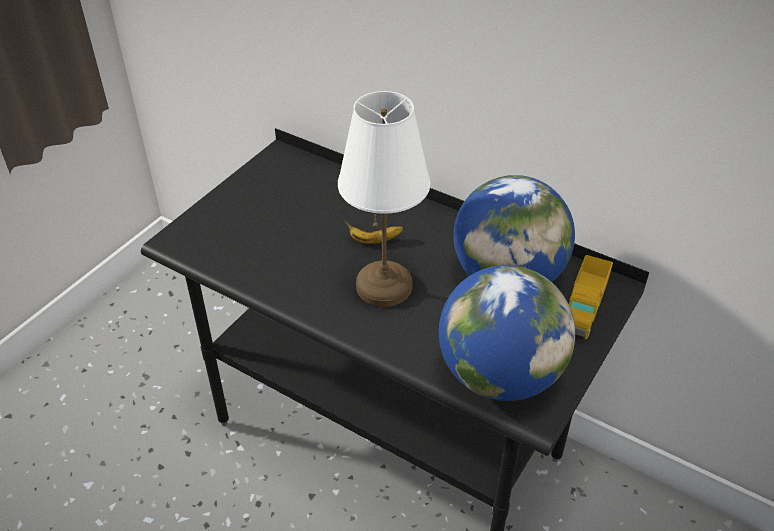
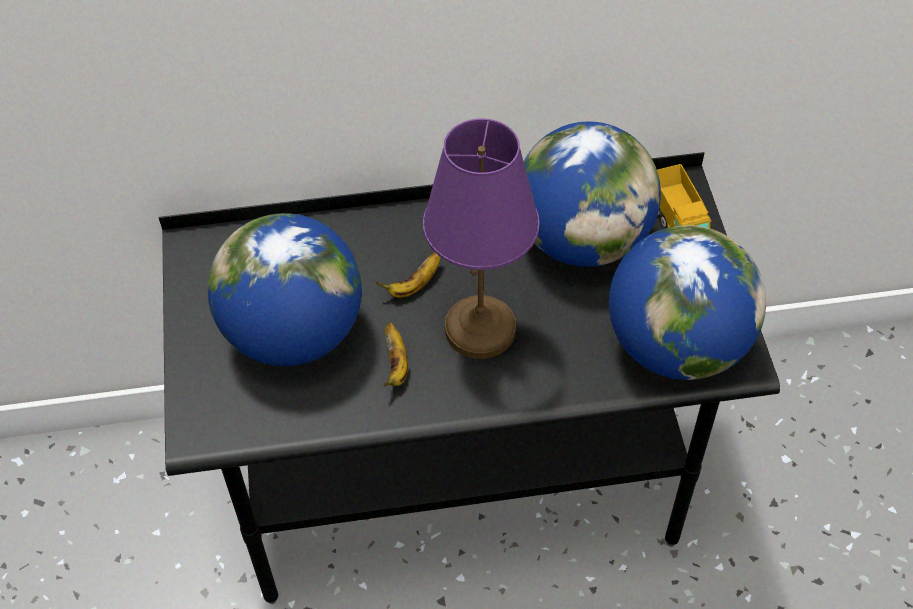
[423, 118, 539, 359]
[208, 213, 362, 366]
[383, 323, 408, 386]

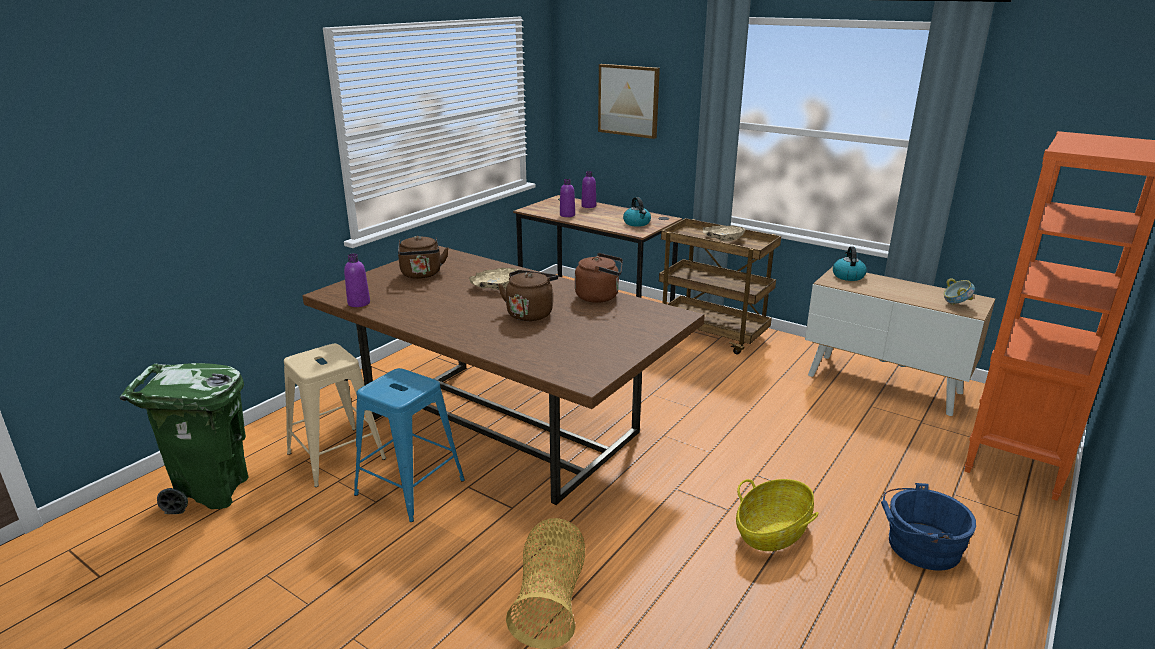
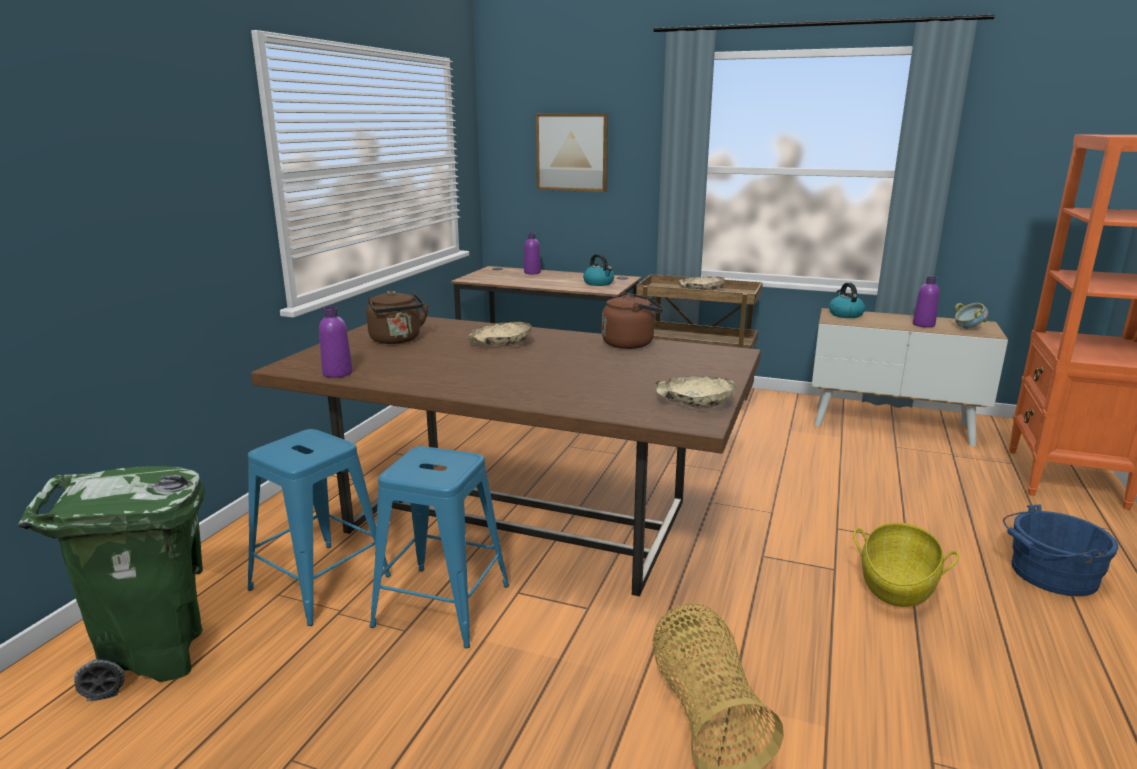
[247, 429, 391, 626]
[498, 270, 558, 321] (first image)
[913, 277, 940, 328]
[655, 376, 736, 409]

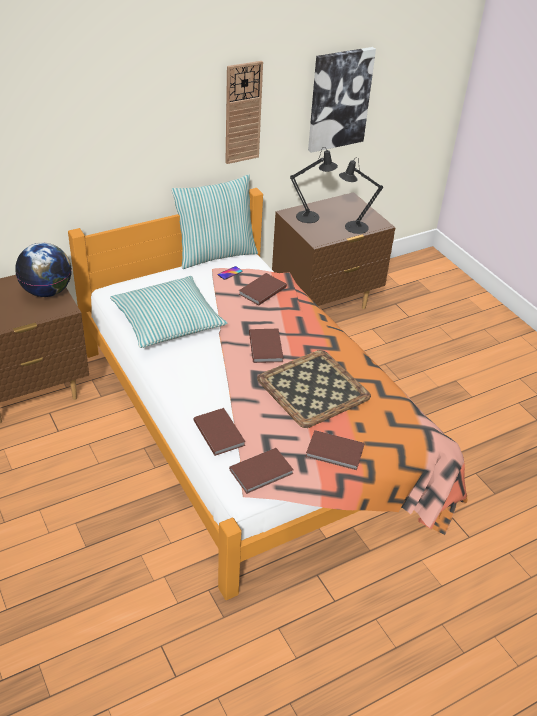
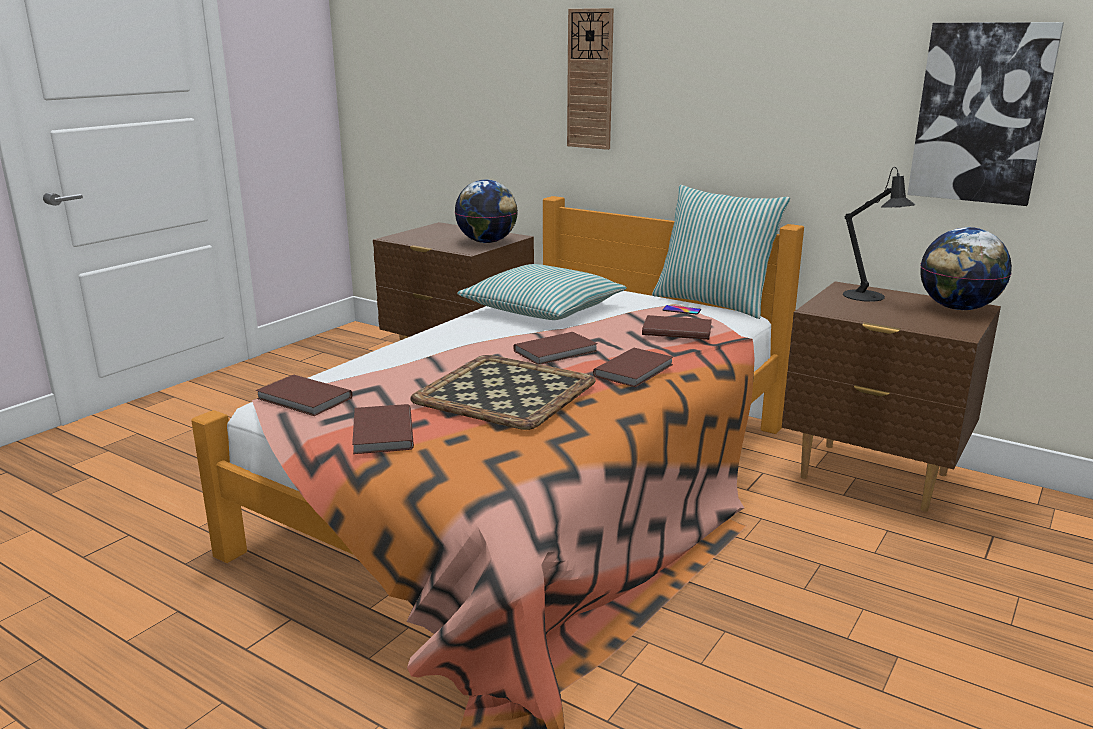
[593, 348, 673, 387]
[567, 8, 614, 150]
[339, 157, 383, 234] (first image)
[920, 227, 1012, 310]

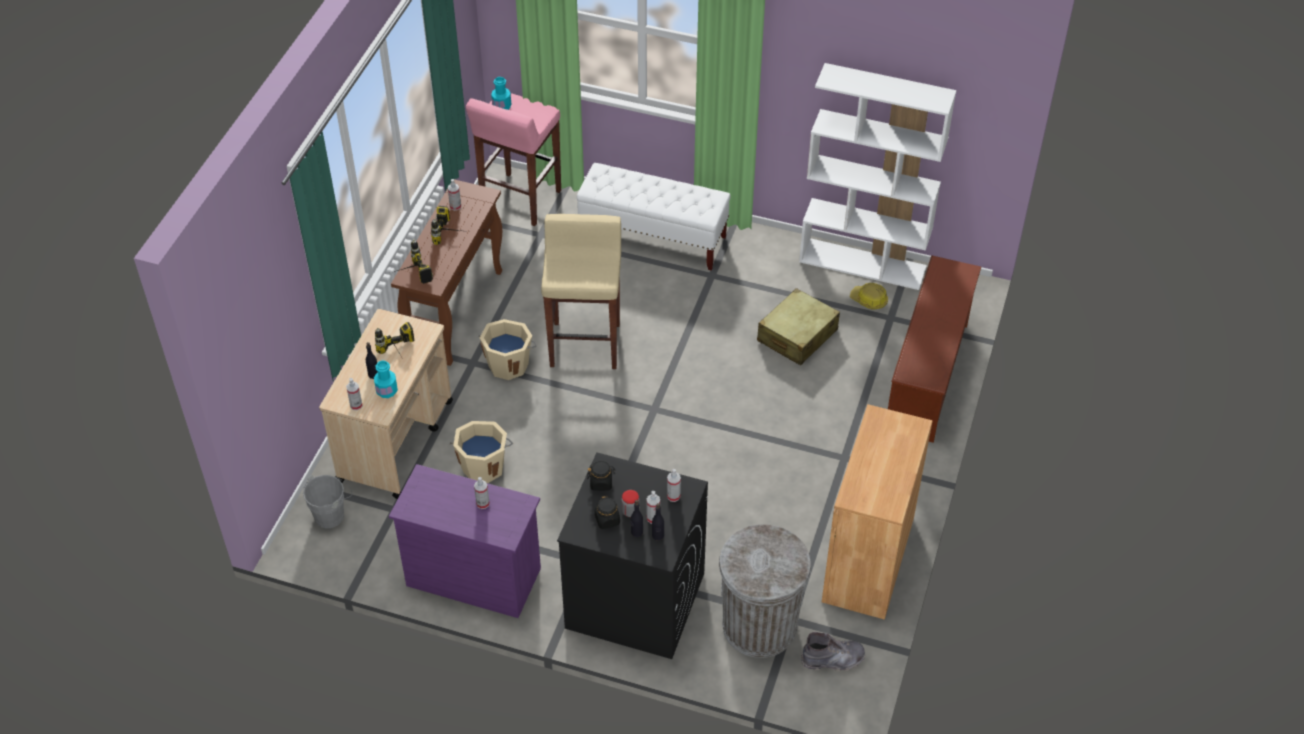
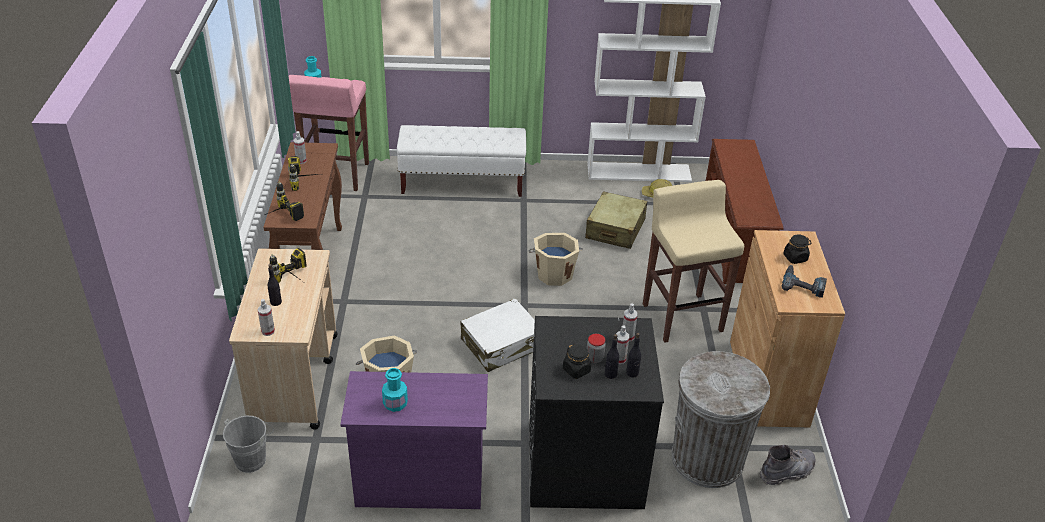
[382, 368, 408, 412]
[474, 477, 490, 509] (first image)
[529, 233, 583, 286]
[643, 180, 744, 343]
[783, 234, 812, 264]
[461, 298, 535, 372]
[782, 265, 827, 298]

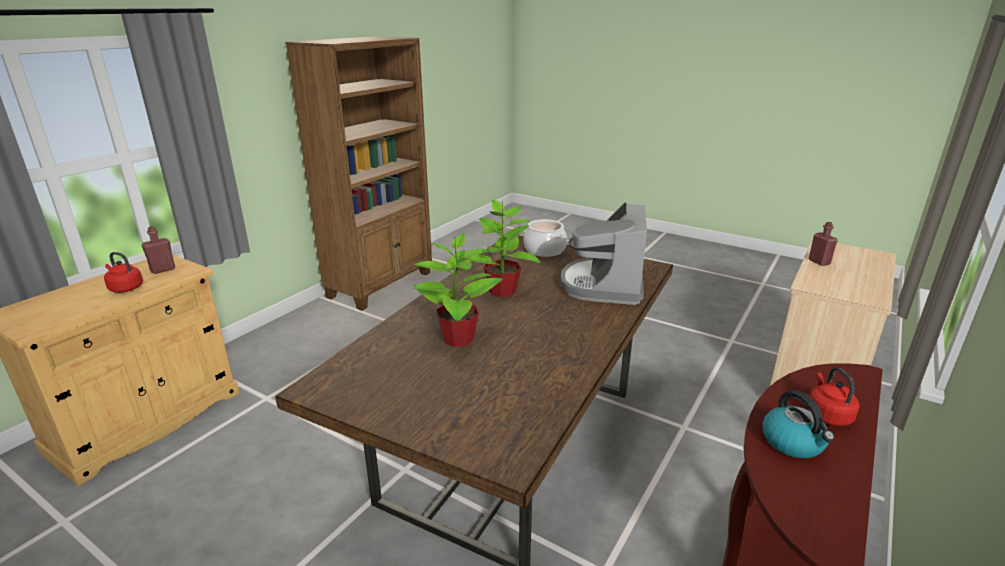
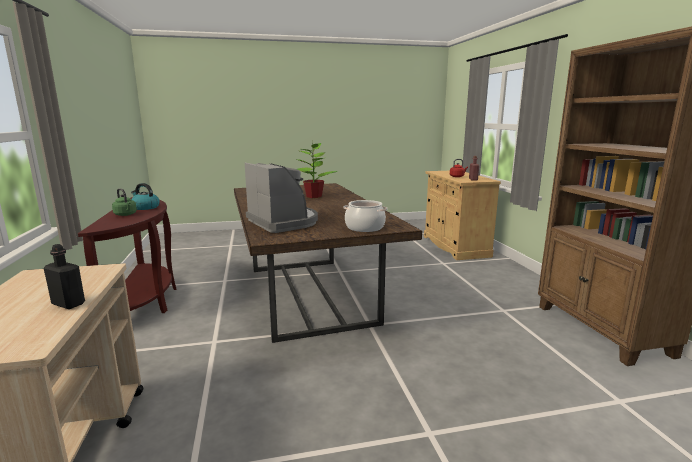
[470, 200, 541, 297] (first image)
[44, 244, 85, 309]
[112, 188, 137, 216]

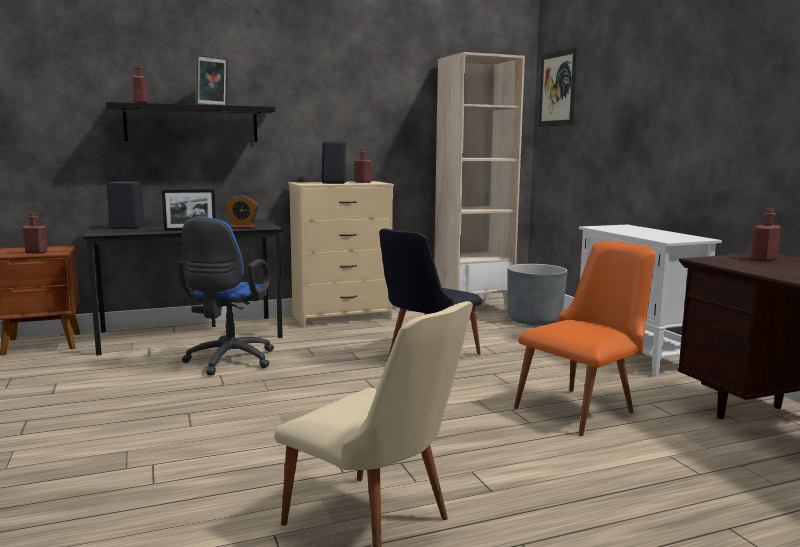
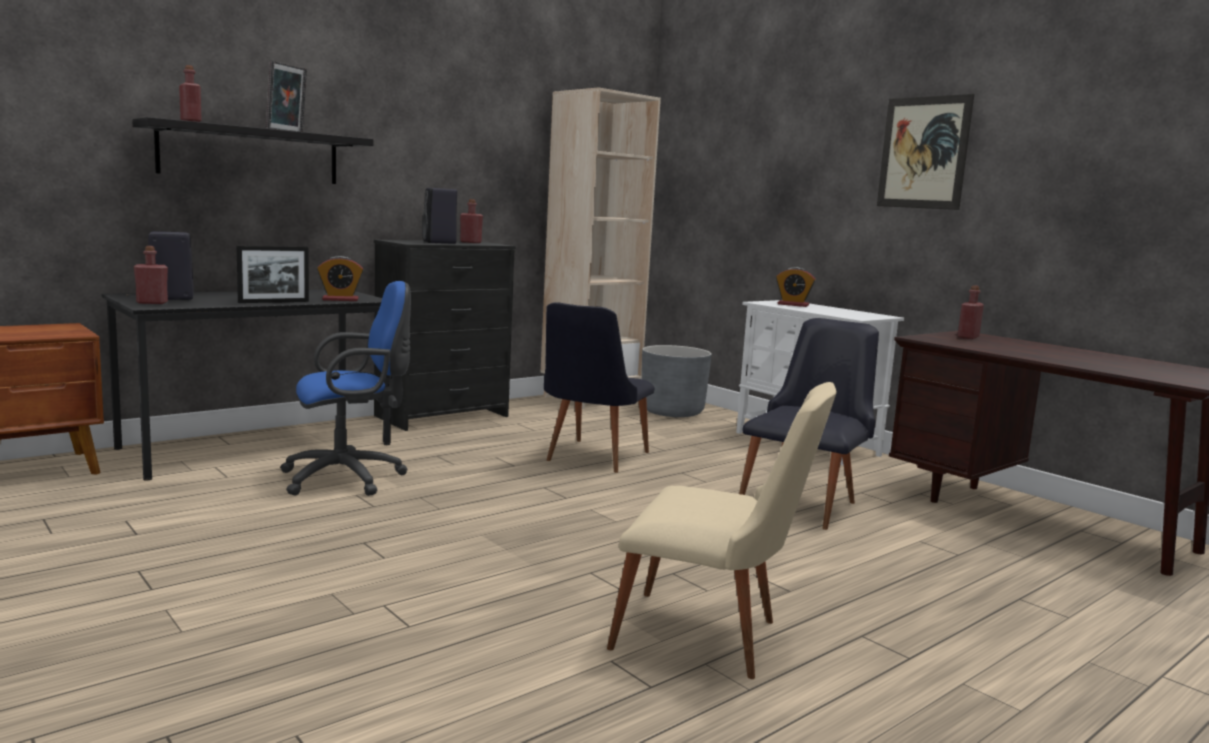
[134, 246, 168, 304]
[280, 281, 411, 496]
[374, 240, 516, 431]
[739, 318, 879, 530]
[877, 94, 974, 210]
[776, 267, 816, 307]

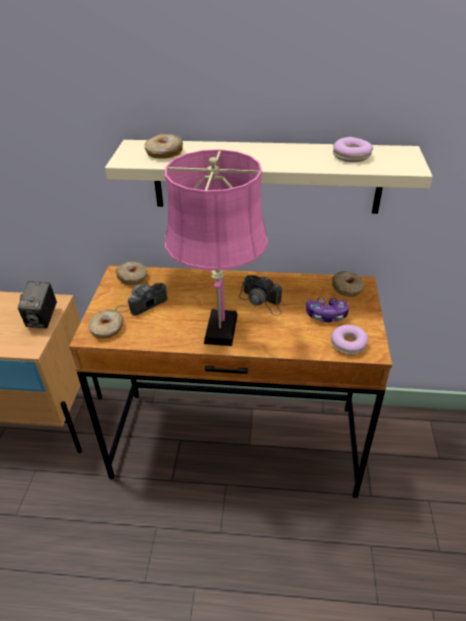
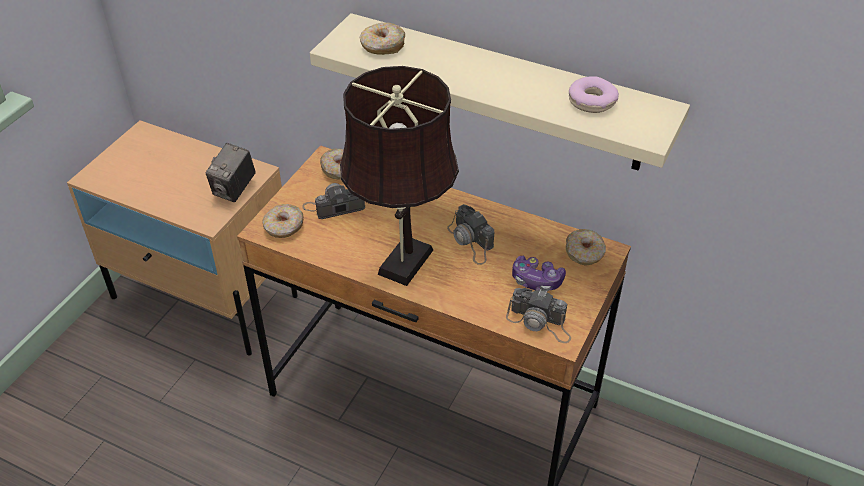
[340, 66, 459, 286]
[506, 288, 571, 343]

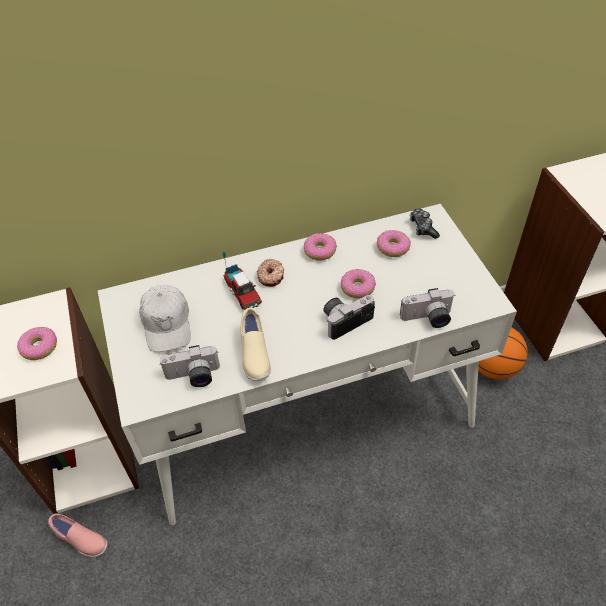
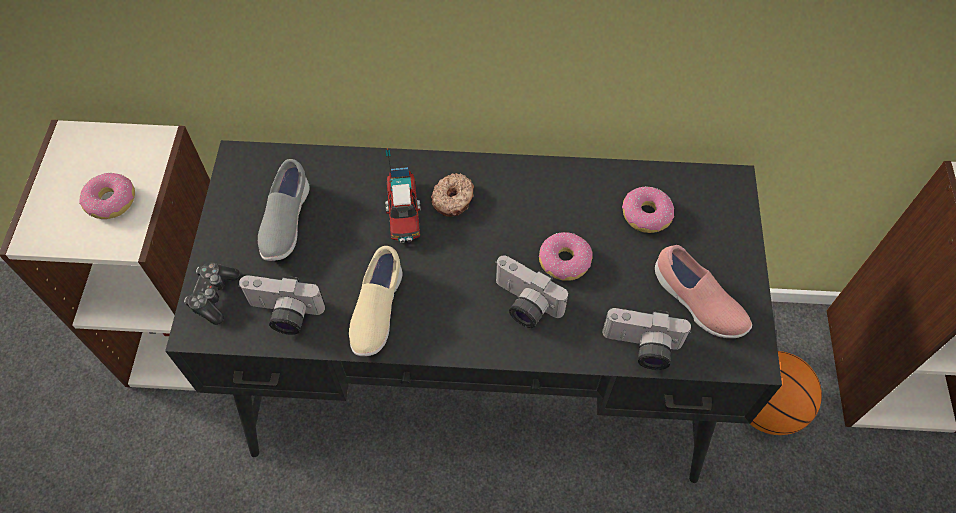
[655, 245, 752, 338]
[165, 140, 782, 483]
[258, 159, 310, 261]
[304, 233, 337, 261] (first image)
[496, 255, 569, 328]
[184, 262, 240, 325]

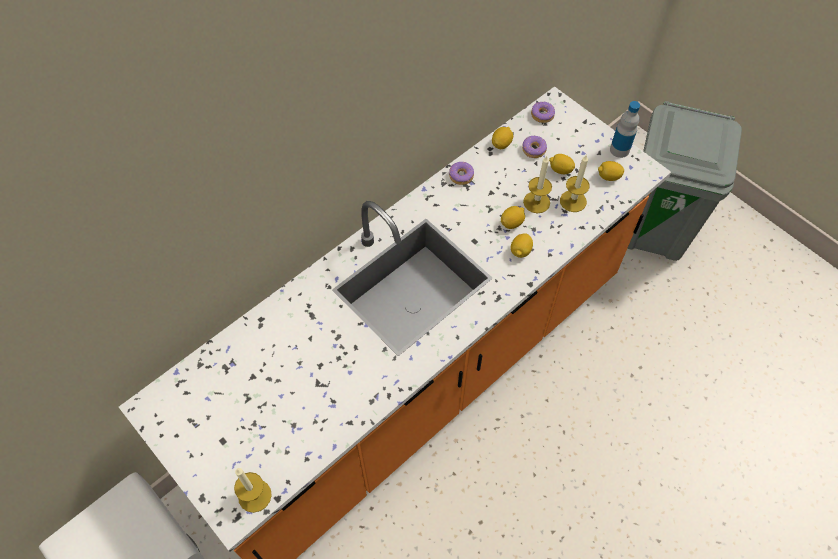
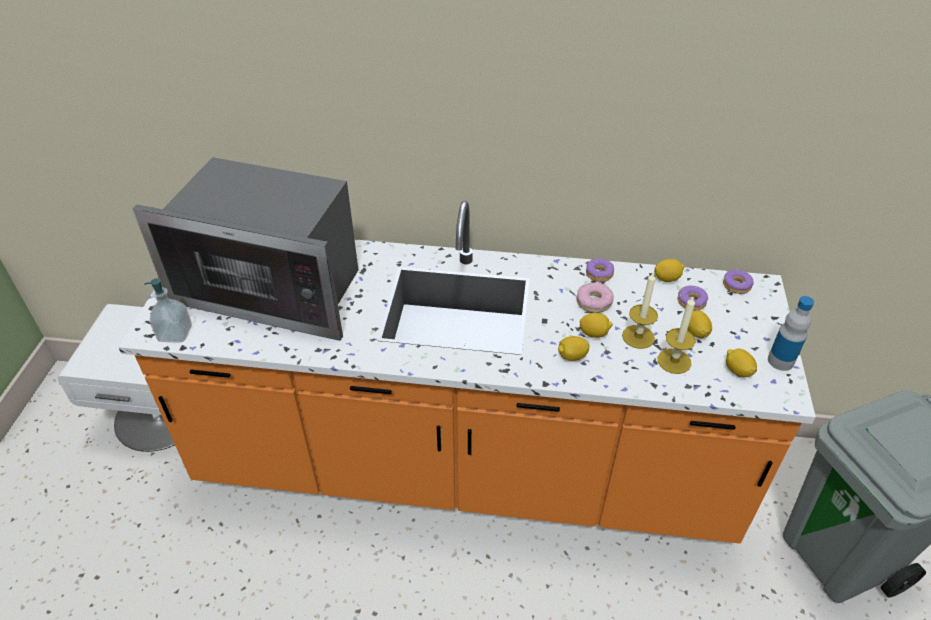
[144, 278, 192, 343]
[133, 157, 358, 341]
[576, 282, 614, 313]

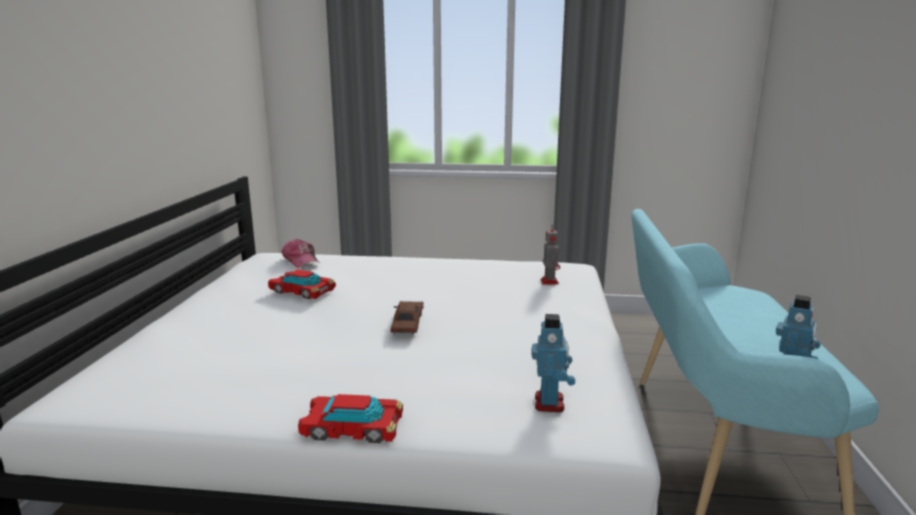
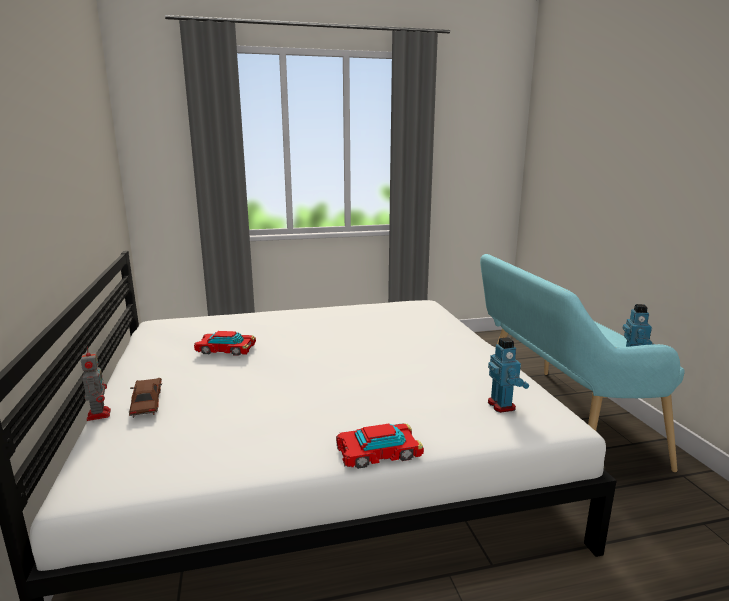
[282, 239, 320, 268] (first image)
[129, 378, 162, 418]
[81, 347, 111, 421]

